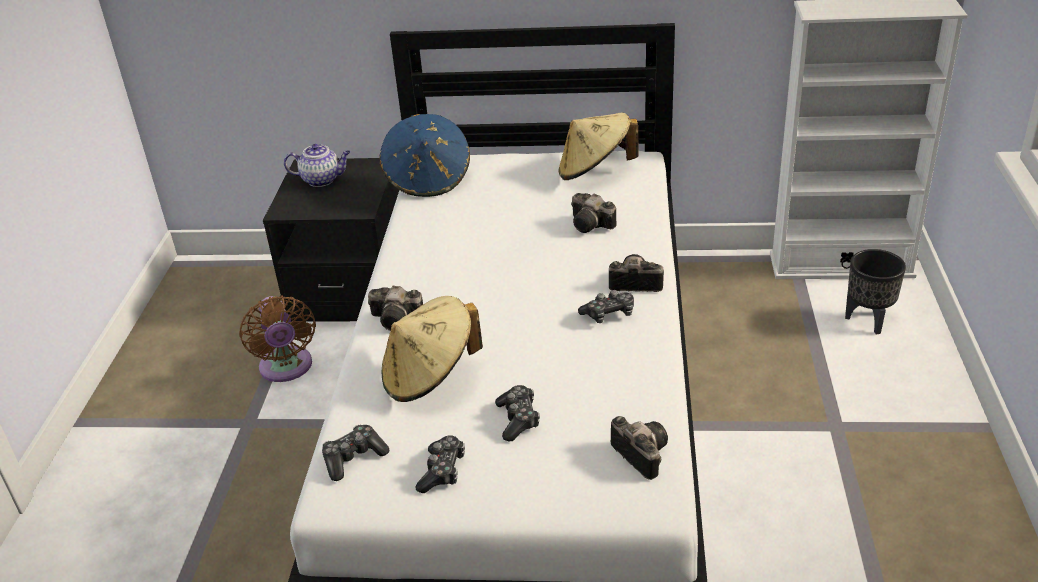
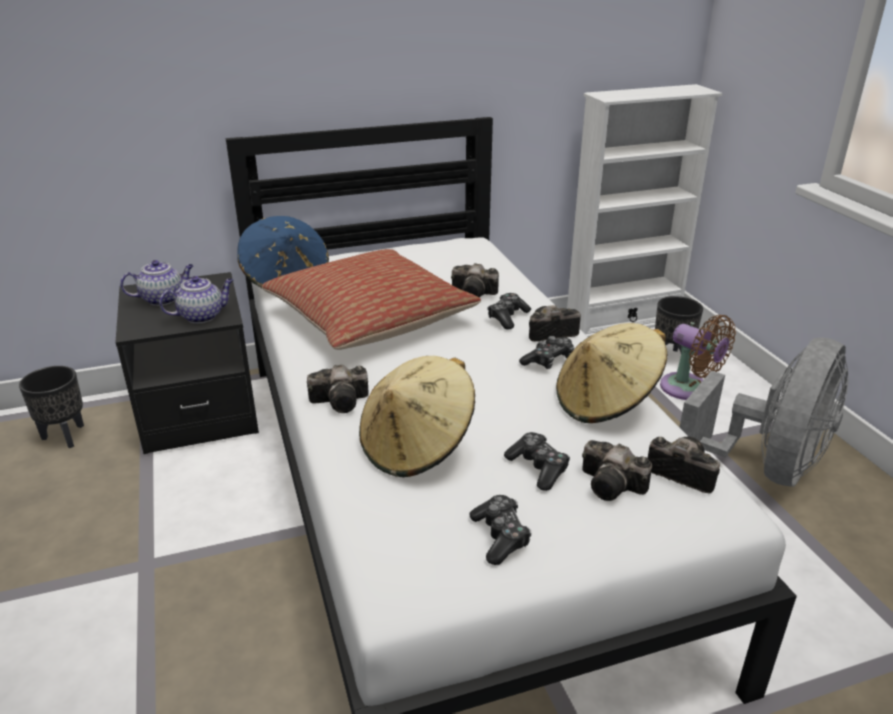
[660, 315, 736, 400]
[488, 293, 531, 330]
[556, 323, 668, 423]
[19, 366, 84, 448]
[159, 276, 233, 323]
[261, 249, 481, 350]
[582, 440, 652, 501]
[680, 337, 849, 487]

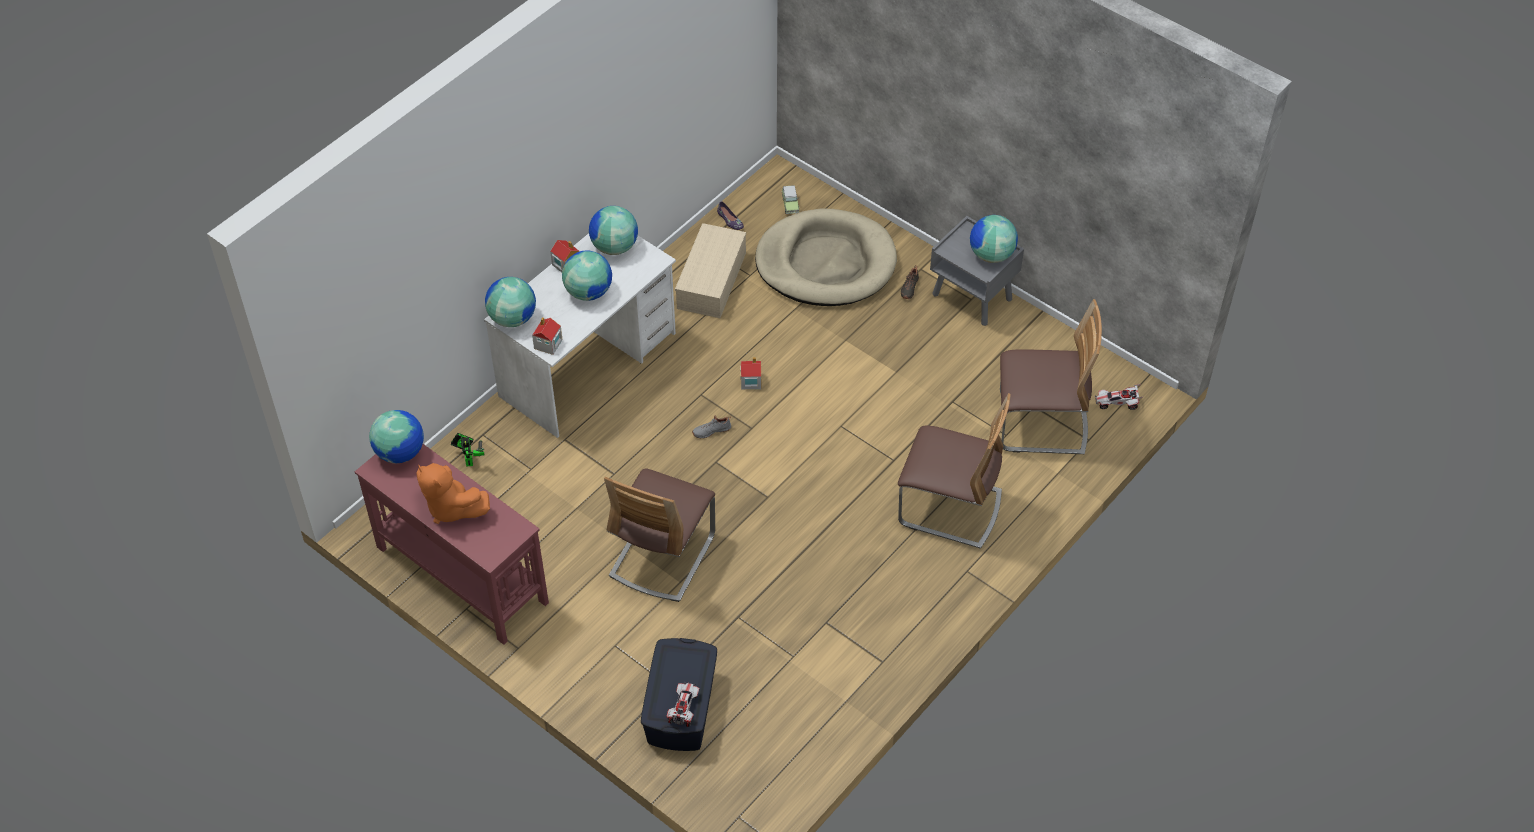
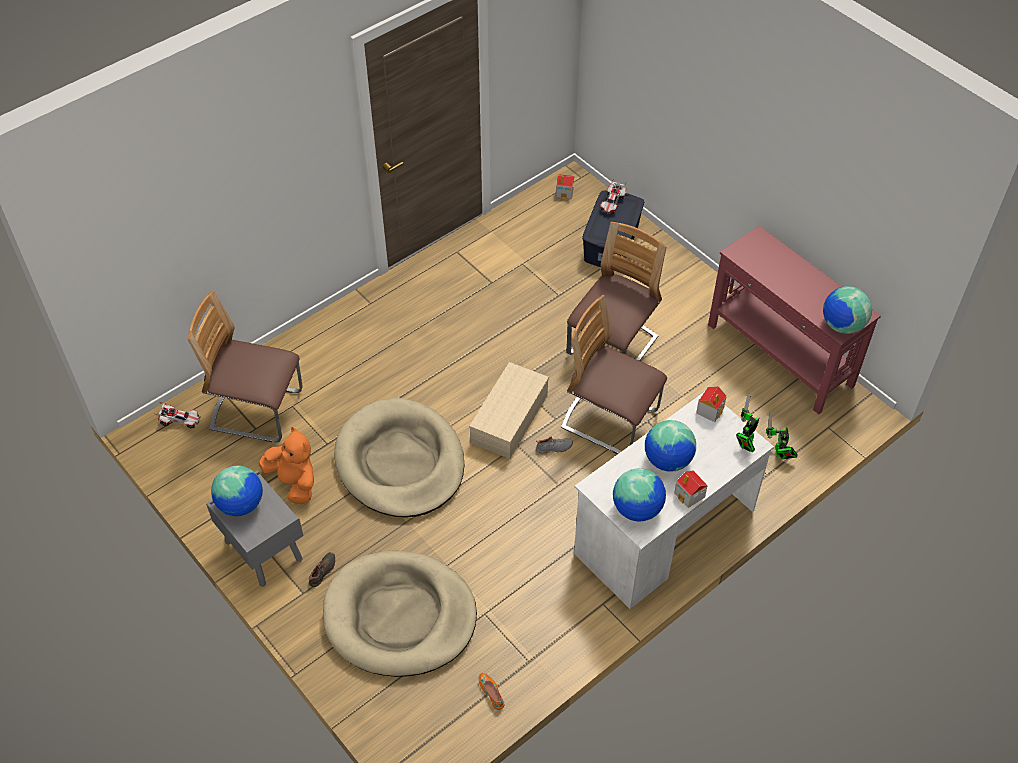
[259, 427, 314, 504]
[736, 393, 759, 453]
[469, 362, 549, 459]
[479, 673, 504, 710]
[556, 174, 575, 199]
[782, 185, 799, 214] (first image)
[561, 295, 667, 454]
[334, 398, 464, 518]

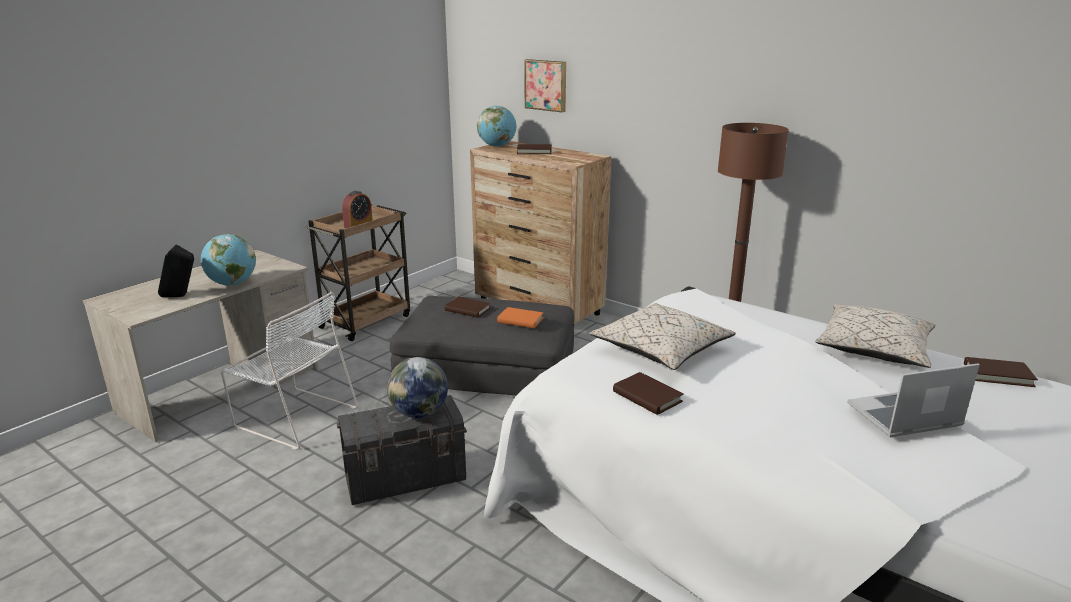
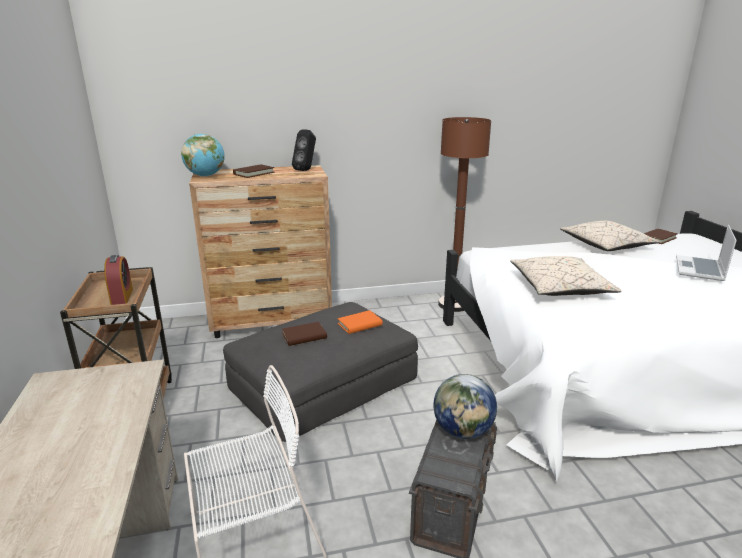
[292, 130, 316, 171]
[201, 234, 256, 286] (first image)
[524, 59, 566, 112] (first image)
[613, 372, 684, 415] (first image)

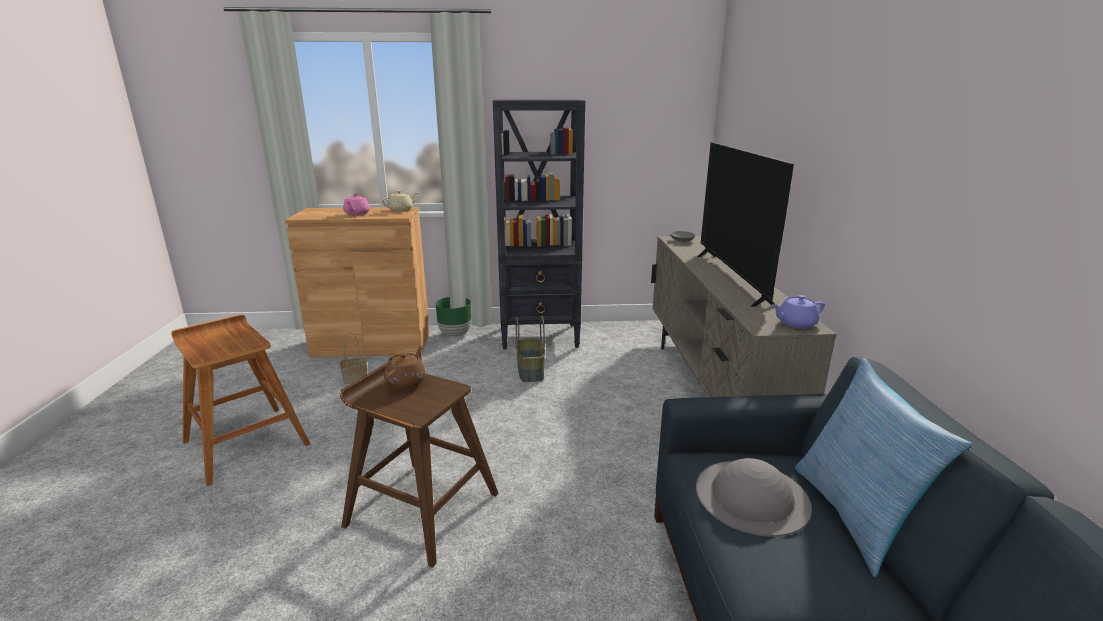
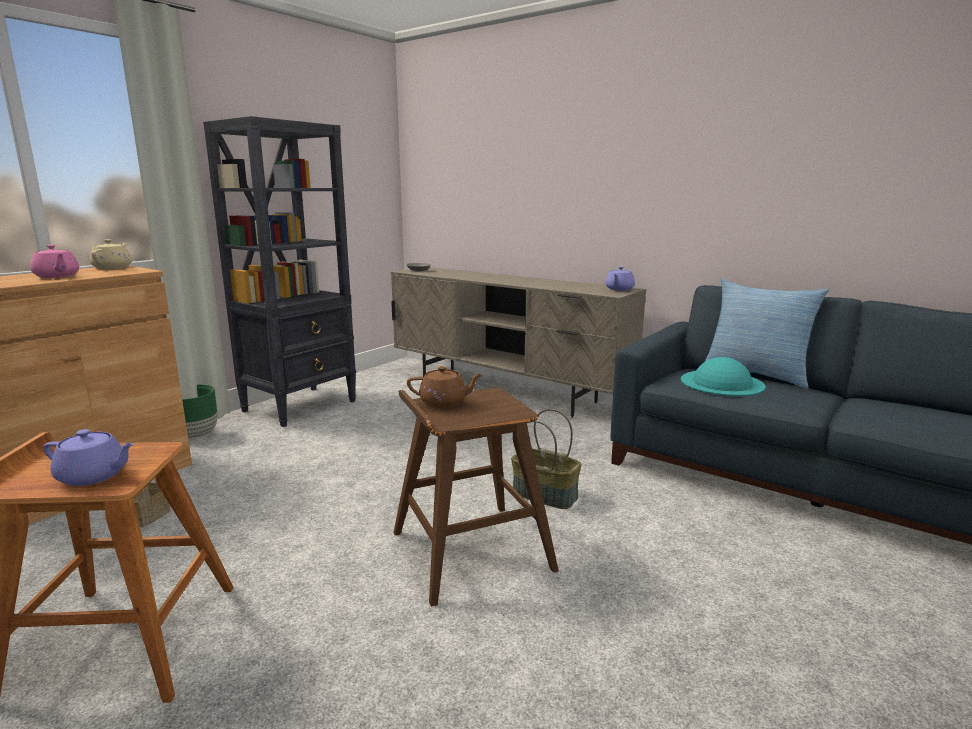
[407, 366, 483, 407]
[511, 409, 581, 509]
[681, 357, 765, 396]
[697, 142, 794, 307] (first image)
[43, 429, 135, 486]

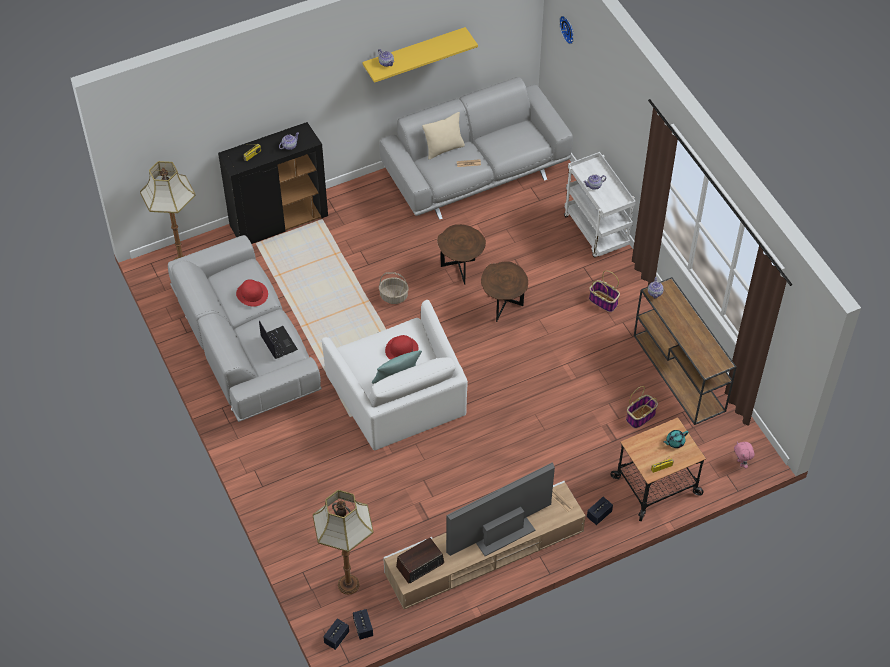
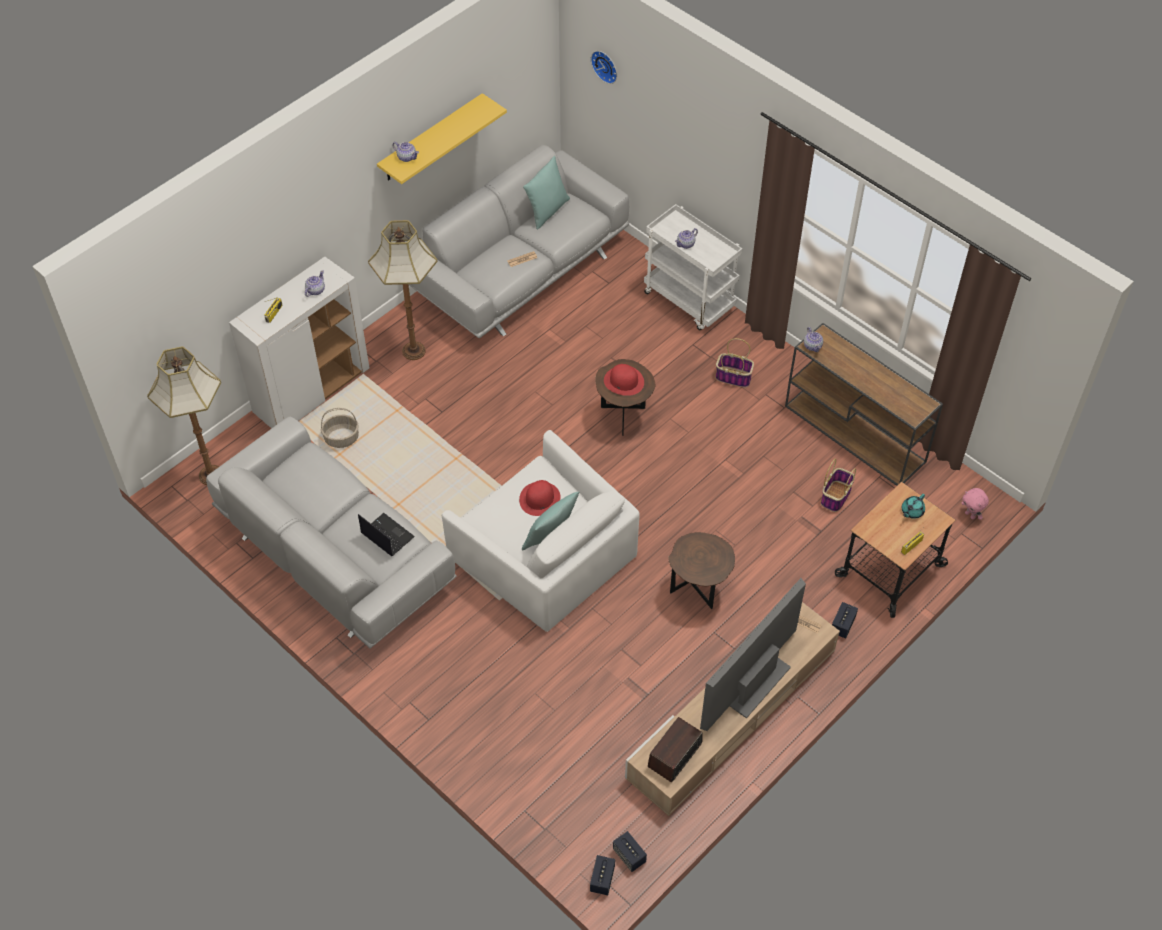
[229, 257, 370, 429]
[604, 364, 644, 396]
[368, 220, 437, 360]
[321, 408, 359, 448]
[422, 112, 465, 159] (first image)
[668, 532, 735, 609]
[523, 156, 570, 230]

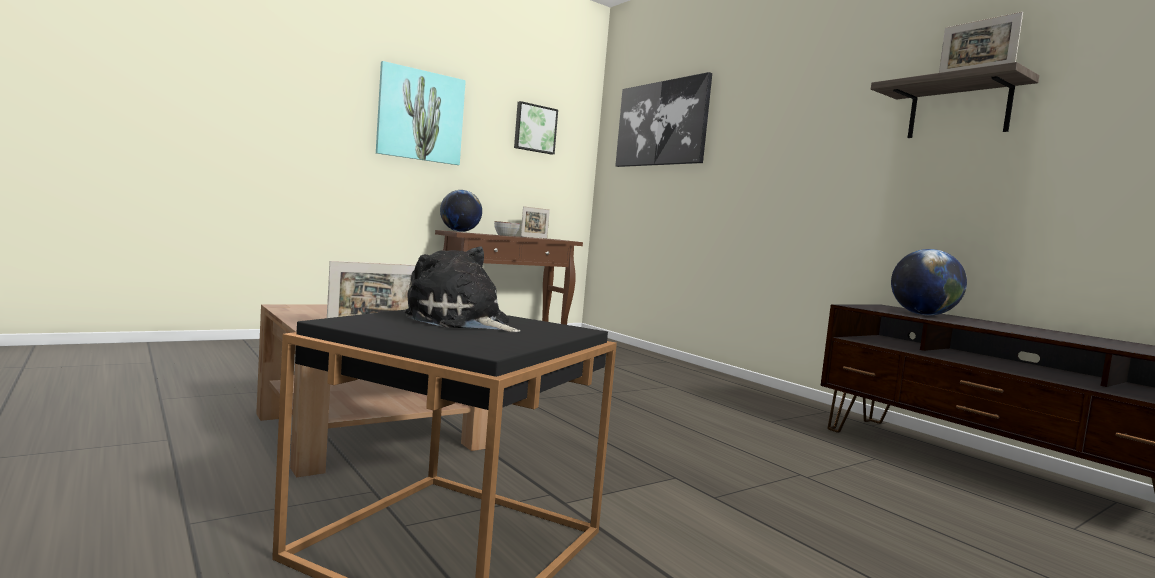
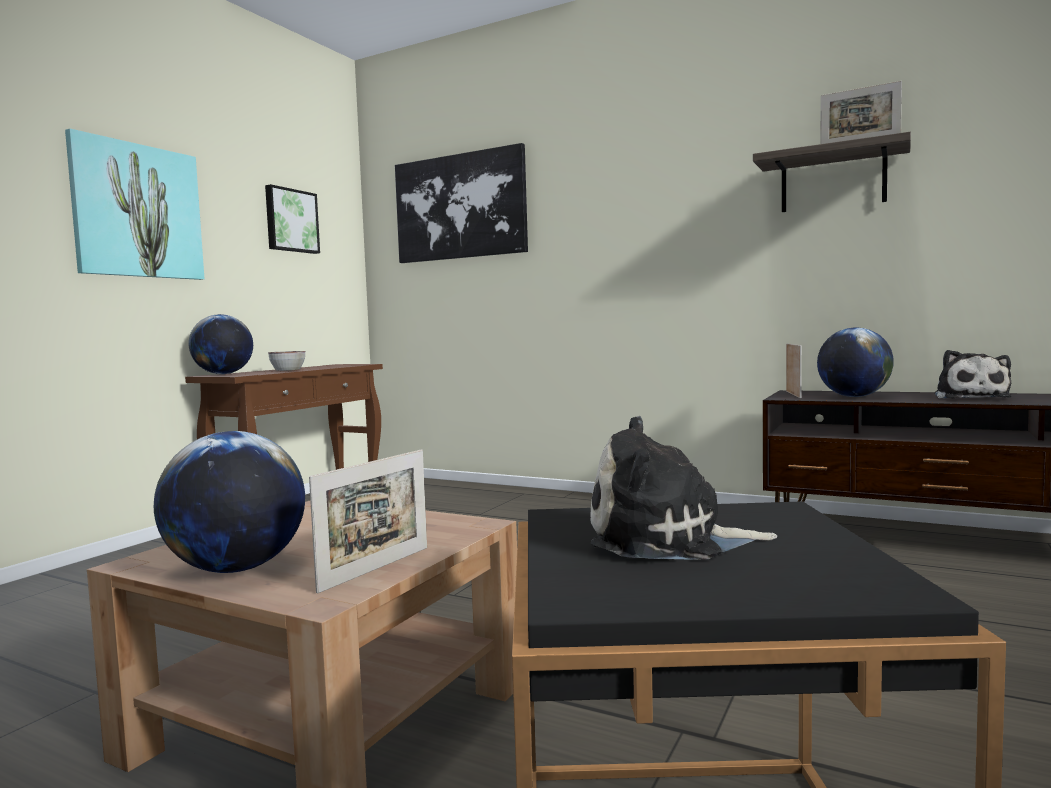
[786, 343, 802, 398]
[154, 431, 305, 573]
[935, 350, 1011, 399]

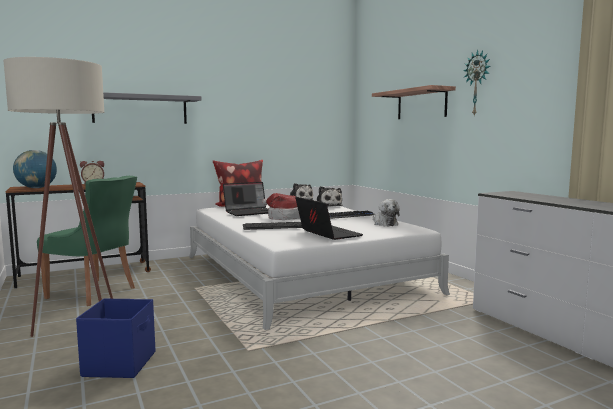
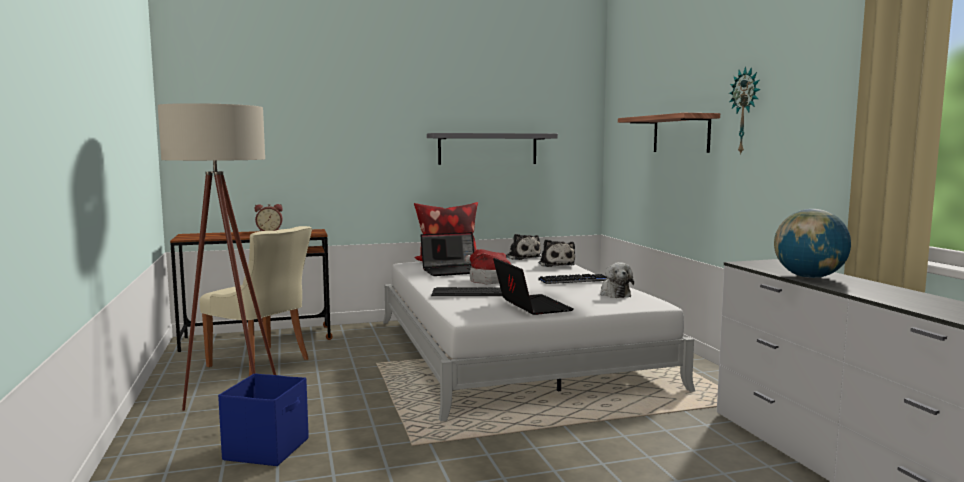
[774, 209, 851, 278]
[199, 226, 312, 376]
[427, 133, 558, 165]

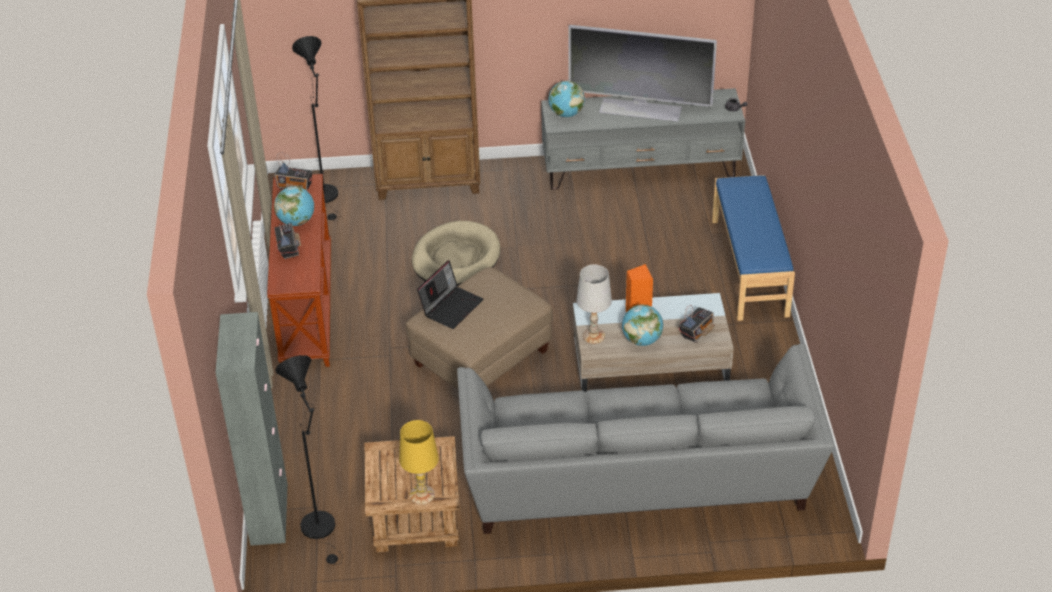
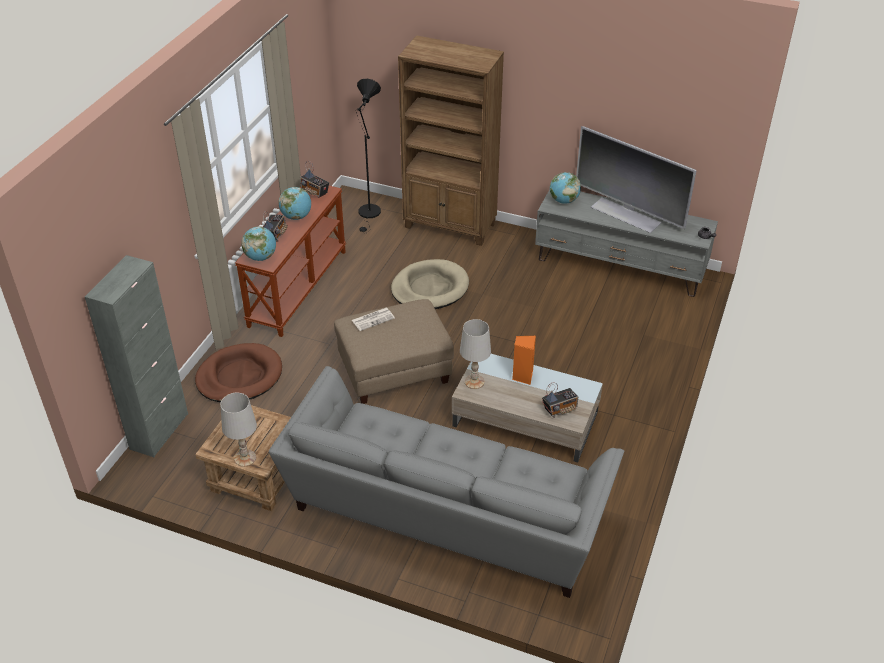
[275, 355, 343, 565] (first image)
[220, 393, 257, 467]
[352, 308, 395, 331]
[241, 226, 276, 261]
[712, 175, 795, 321] (first image)
[195, 343, 282, 402]

